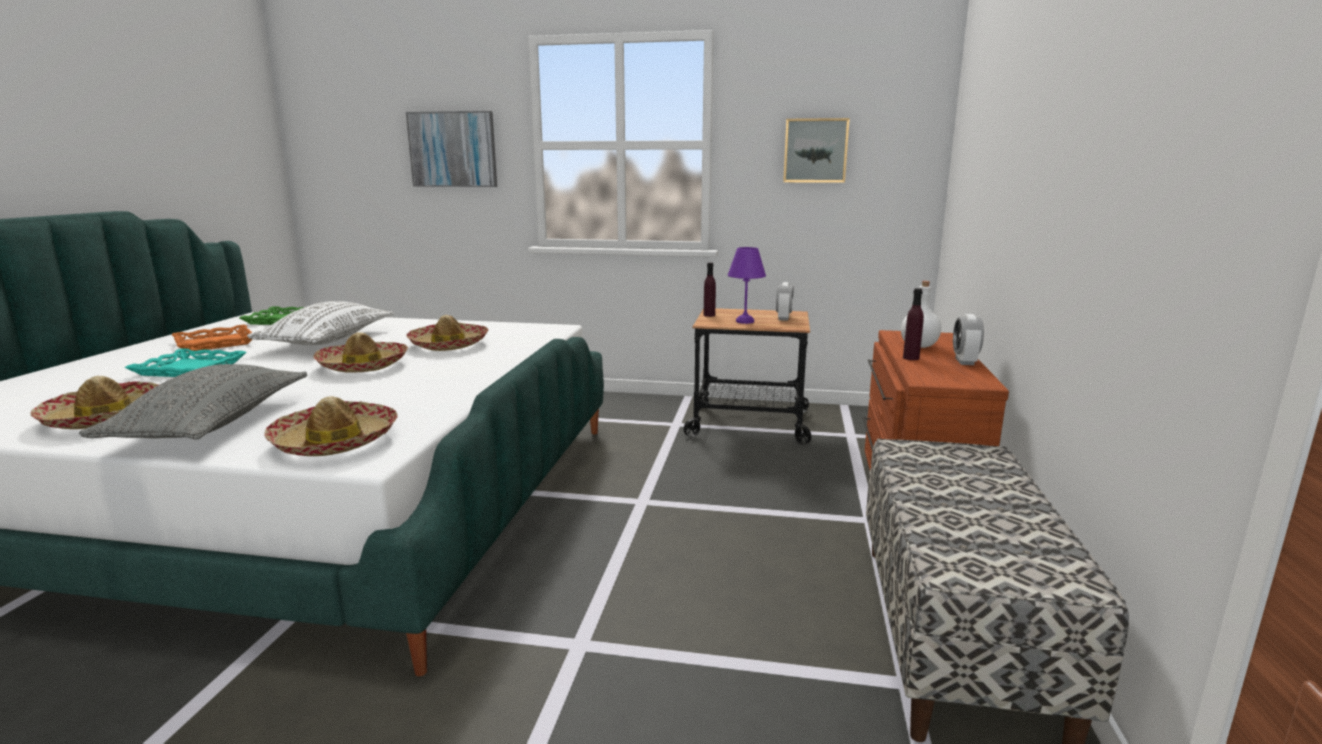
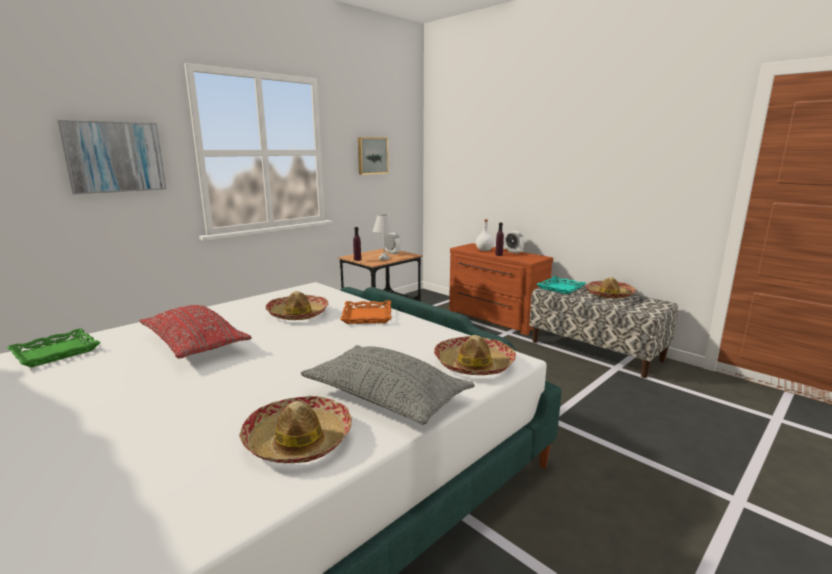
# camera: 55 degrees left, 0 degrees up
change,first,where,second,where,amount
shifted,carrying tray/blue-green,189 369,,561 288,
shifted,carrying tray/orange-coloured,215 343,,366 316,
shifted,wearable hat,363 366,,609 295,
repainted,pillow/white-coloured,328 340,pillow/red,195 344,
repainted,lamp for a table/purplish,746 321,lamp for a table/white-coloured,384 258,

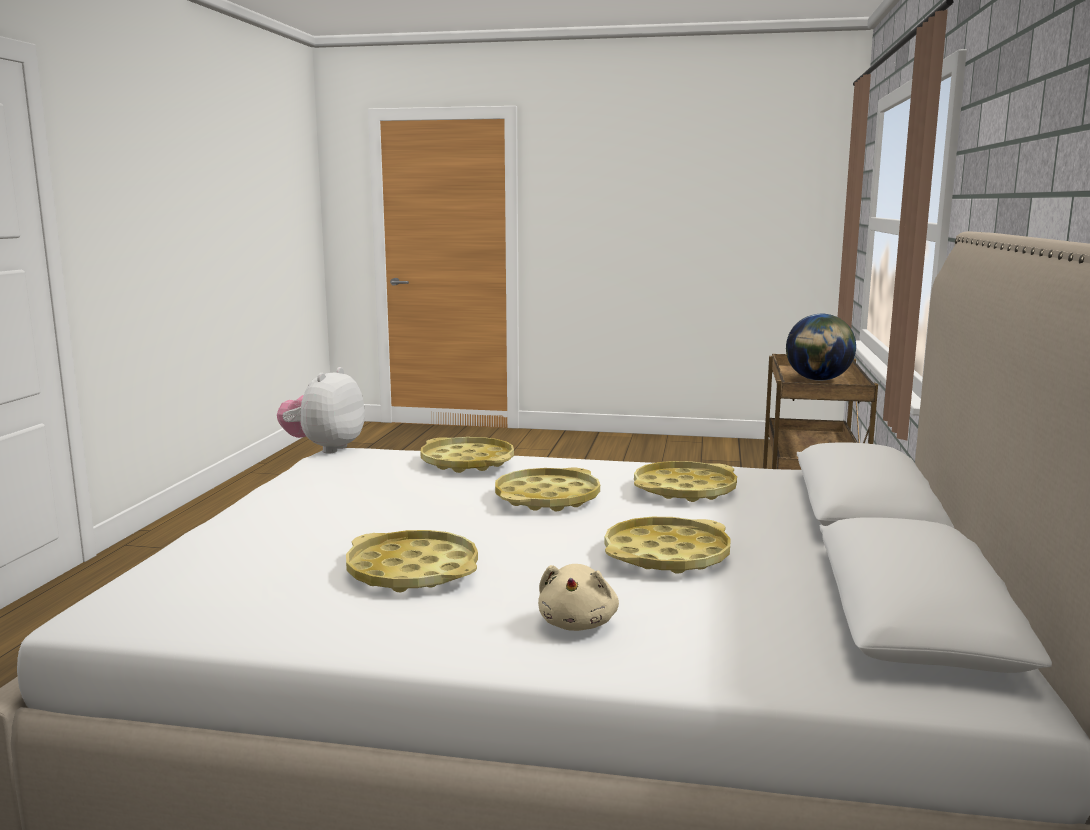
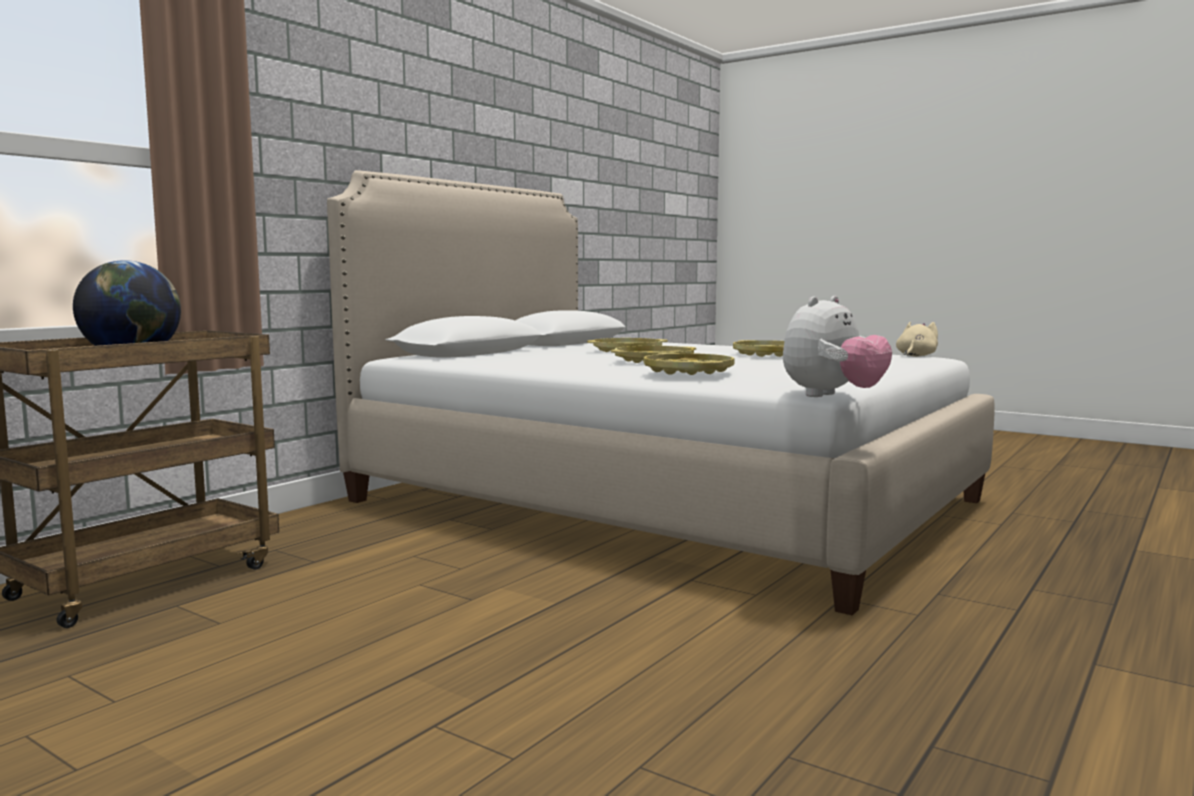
# camera: 155 degrees left, 5 degrees down
change,first,where,second,where,amount
gone,carrying tray/yellow,684 490,,,
shifted,plush toy/beige-coloured,578 623,,915 356,

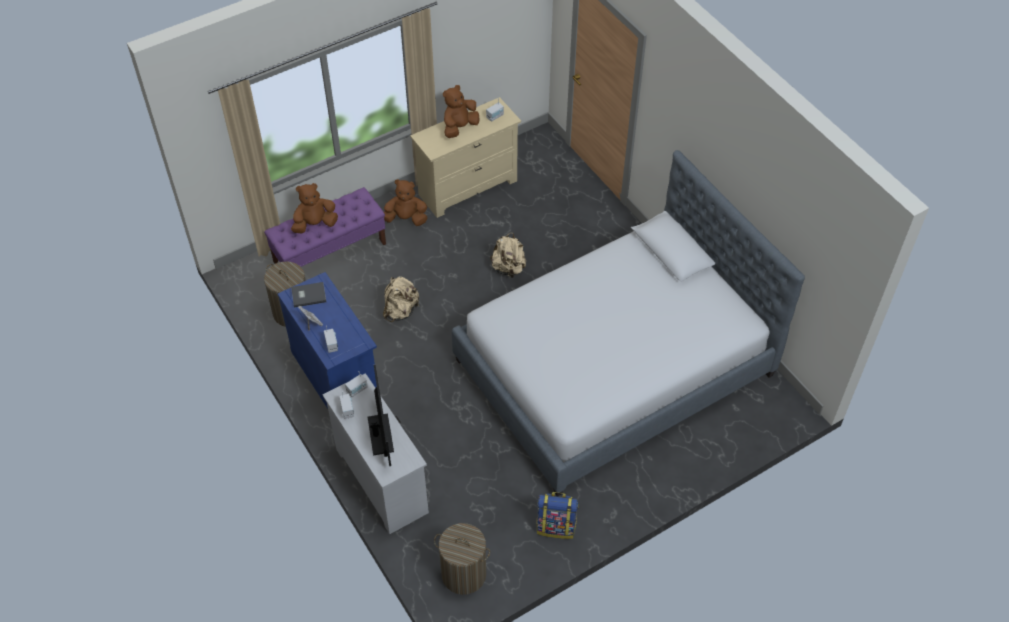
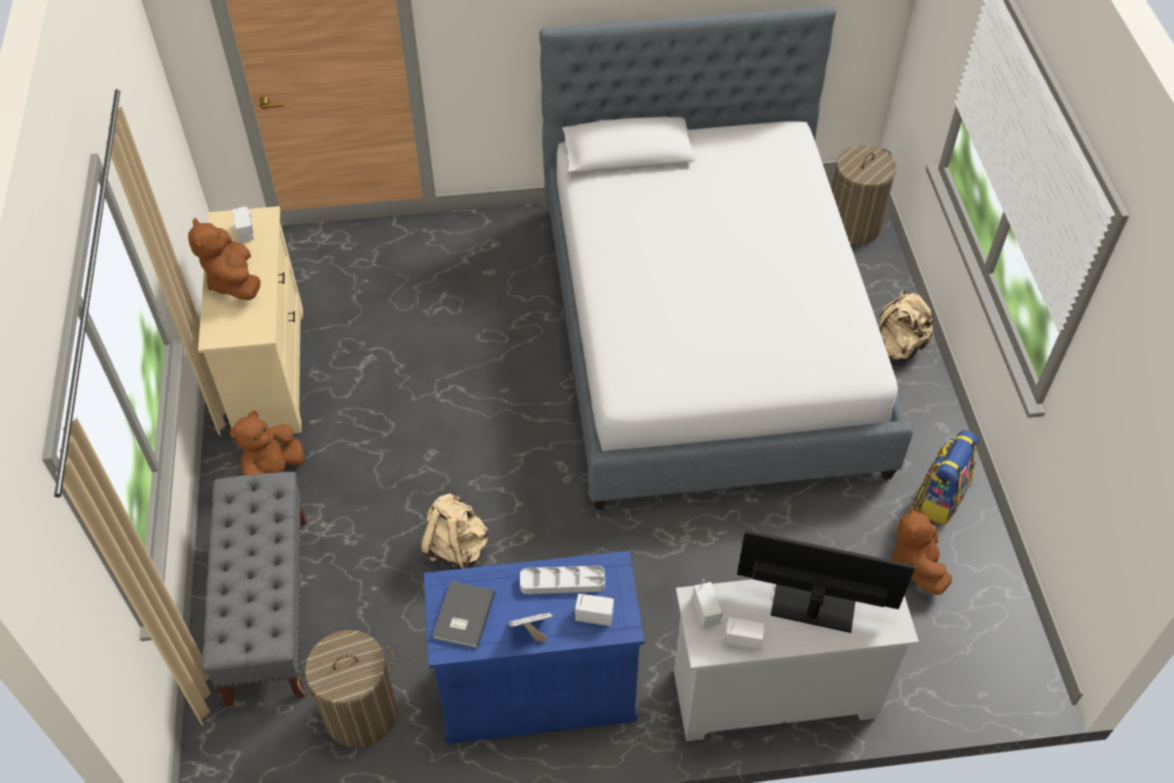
# camera: 65 degrees left, 0 degrees up
change,first,where,second,where,amount
new,,,carrying tray/greyish,562 582,
shifted,plush toy/brown,315 224,,915 563,
shifted,washing basket,463 574,,852 226,
shifted,rucksack/beige-coloured,508 268,,895 348,
repainted,long seat/purplish,330 252,long seat/greyish,268 608,

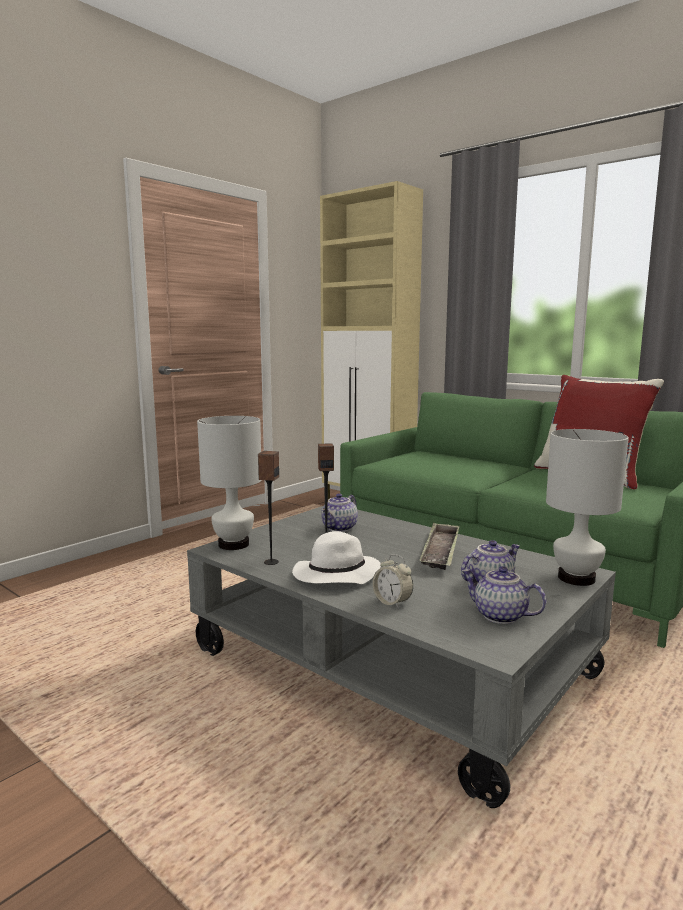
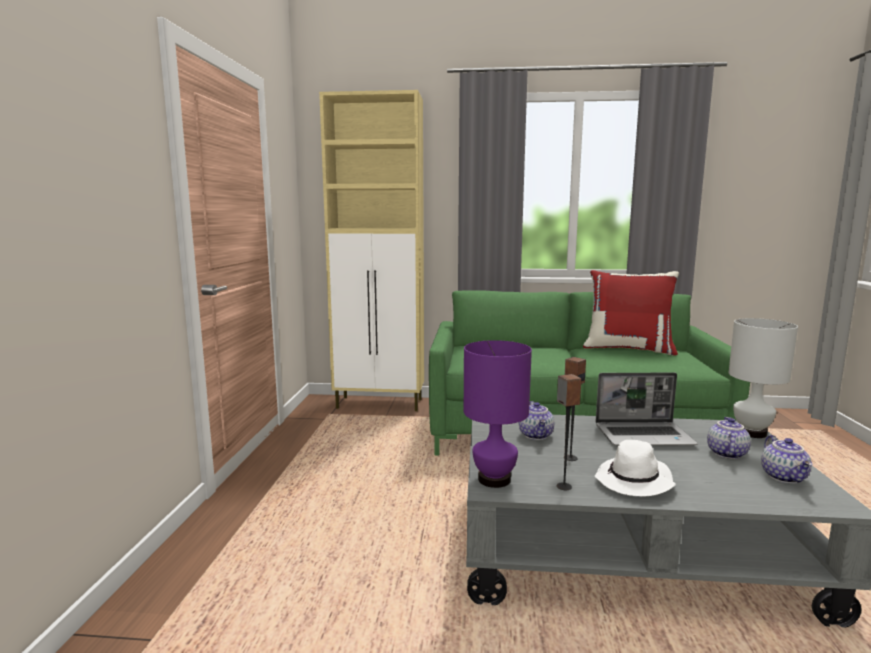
# camera: 35 degrees left, 0 degrees up
change,first,where,second,where,amount
gone,table clock,392 602,,,
swapped,carrying tray,440 551,portable computer,644 435,
repainted,lamp for a table/white-coloured,233 545,lamp for a table/purplish,494 480,
rotated,tea pot,499 616,,785 477,90 degrees counterclockwise

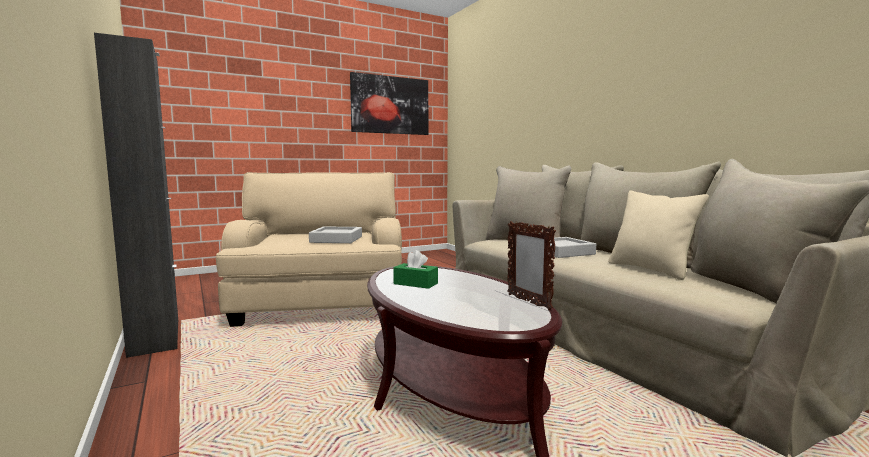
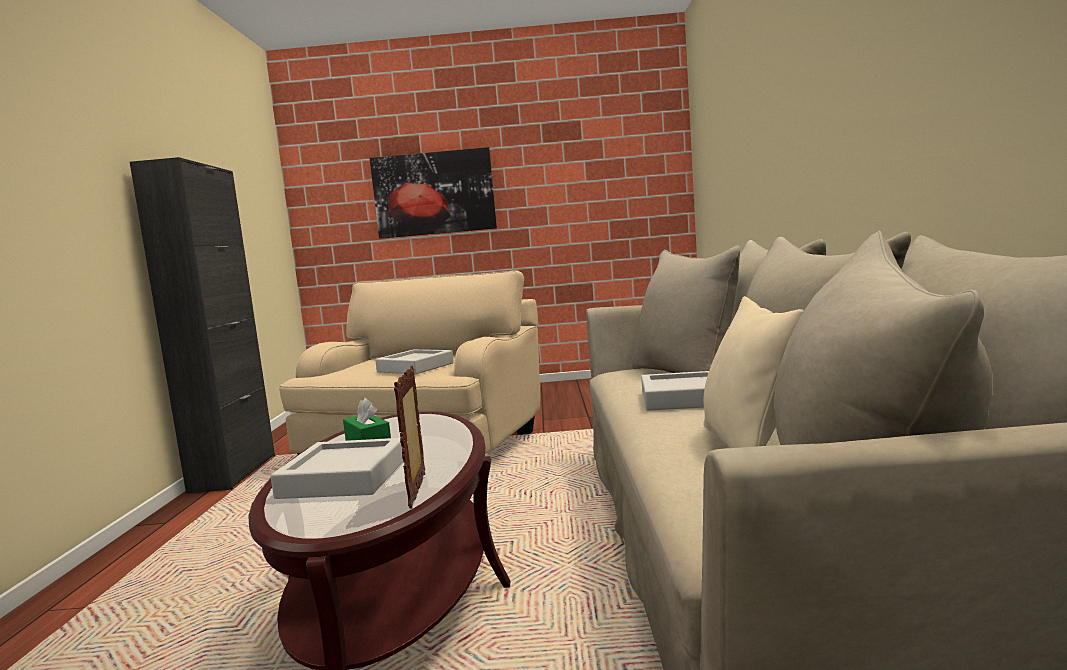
# camera: 30 degrees right, 0 degrees up
change,first,where,second,where,amount
new,,,carrying tray/greyish,344 478,
shifted,picture,390 105,,434 193,

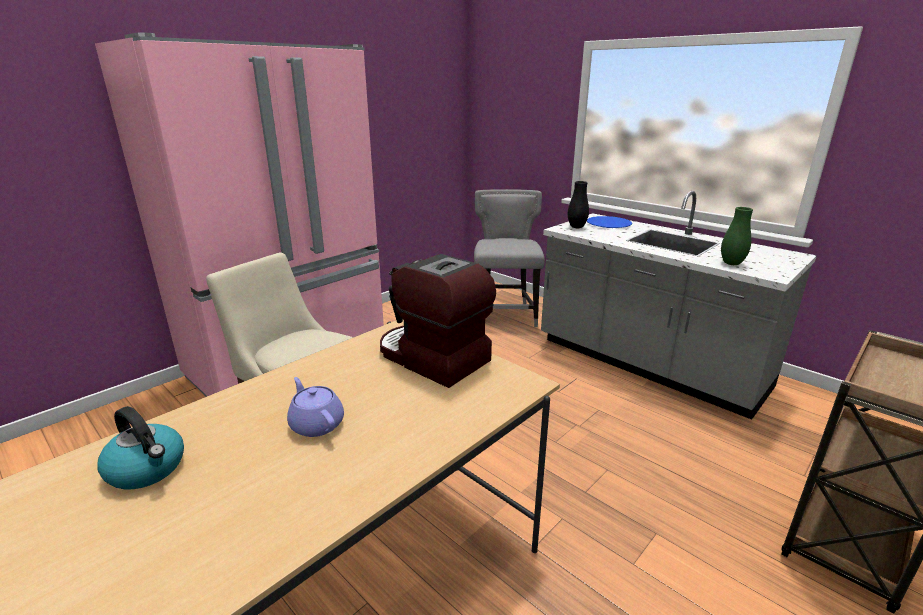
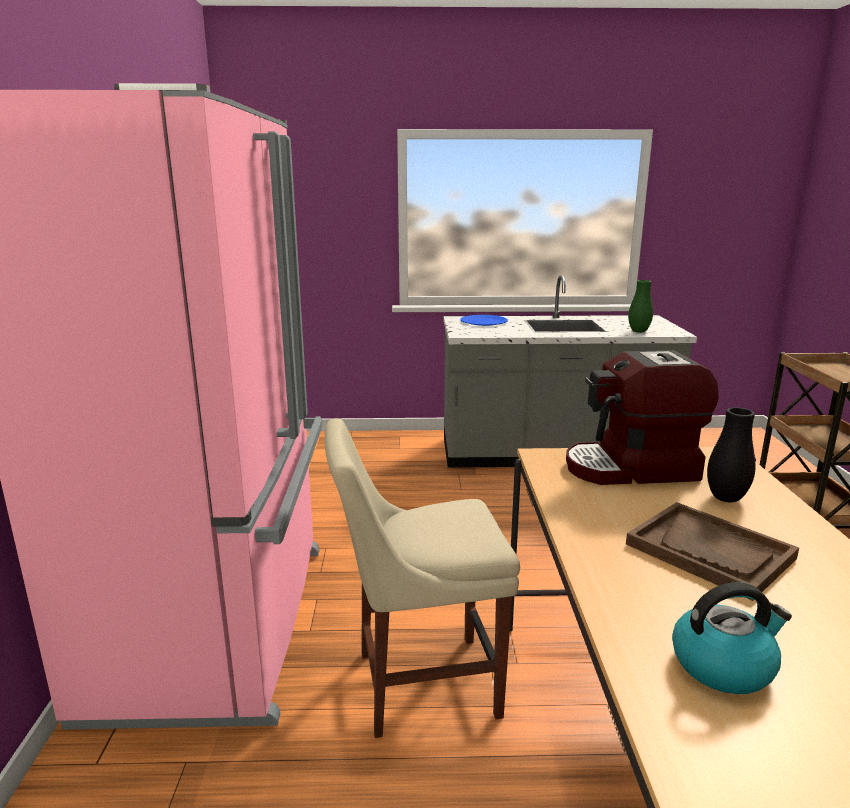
# camera: 45 degrees left, 5 degrees down
change,first,where,second,where,amount
gone,upright chair/greyish,505 314,,,
shifted,vase/black,576 227,,726 498,
swapped,tea pot/purplish,316 424,carrying tray/brown,710 551,

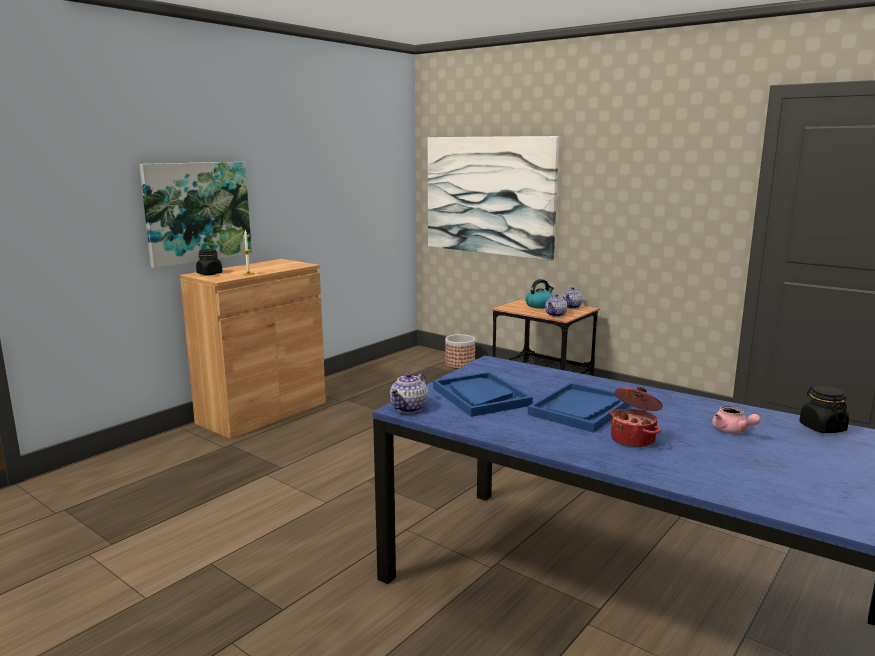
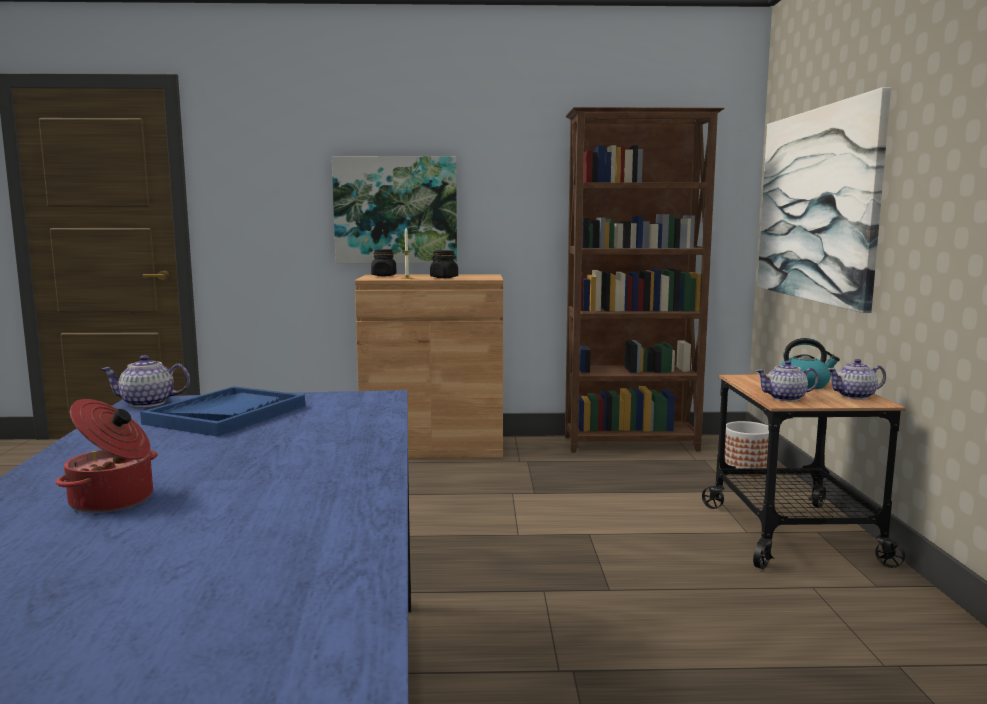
# camera: 50 degrees right, 5 degrees down
change,first,where,second,where,amount
gone,carrying tray/blue-coloured,581 409,,,
gone,tea pot/pinkish,732 431,,,
new,,,bookcase/brown,632 444,
shifted,storage jar/black,822 428,,444 277,

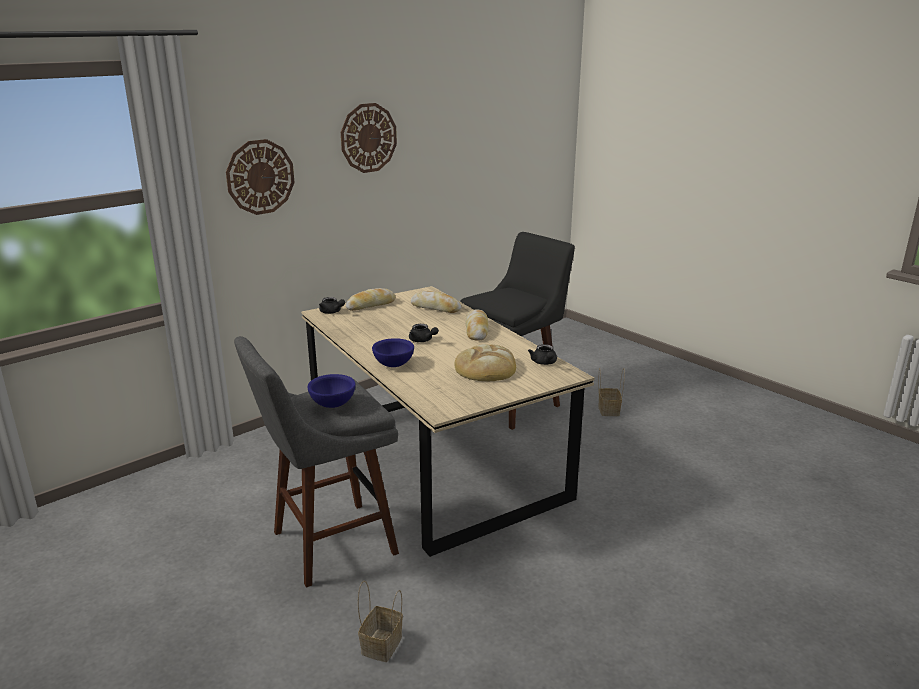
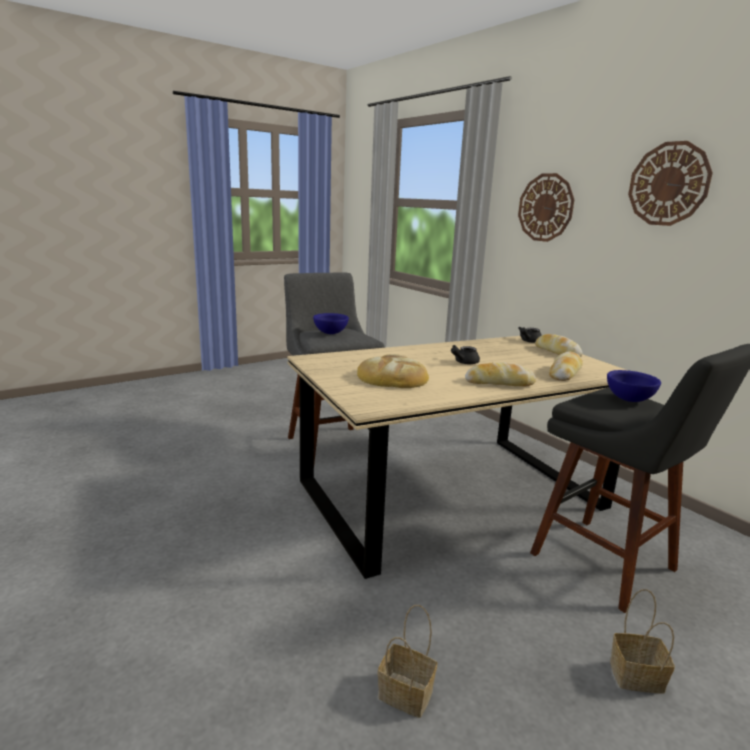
# camera: 95 degrees right, 5 degrees down
change,first,where,second,where,amount
gone,tea pot/black,544 363,,,
shifted,basket,382 646,,403 694,
shifted,deep dish/blue-coloured,393 364,,629 399,

